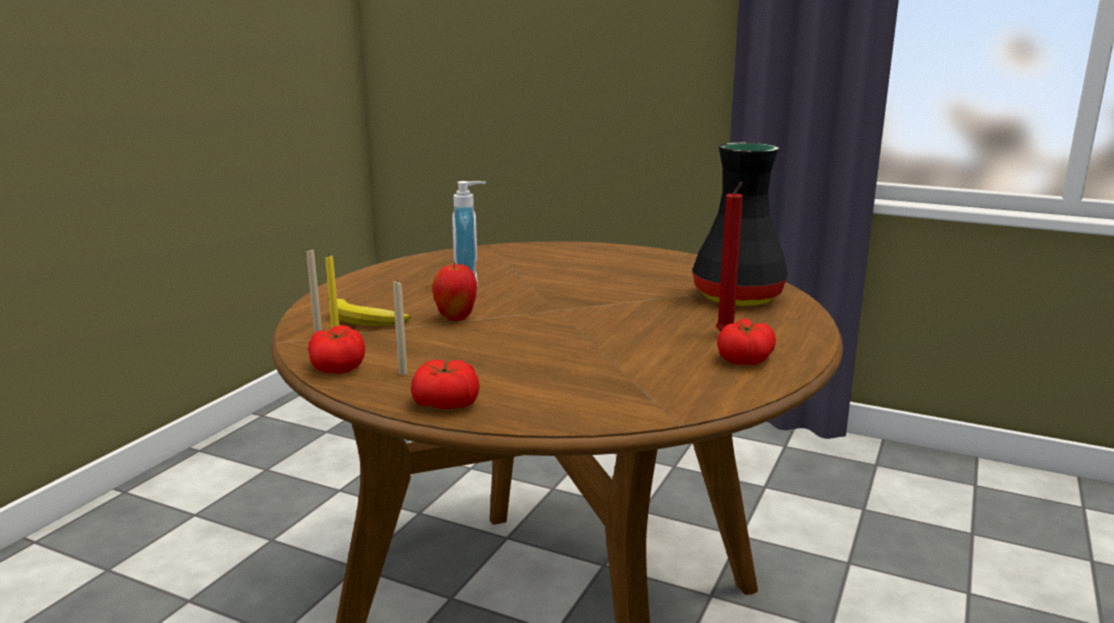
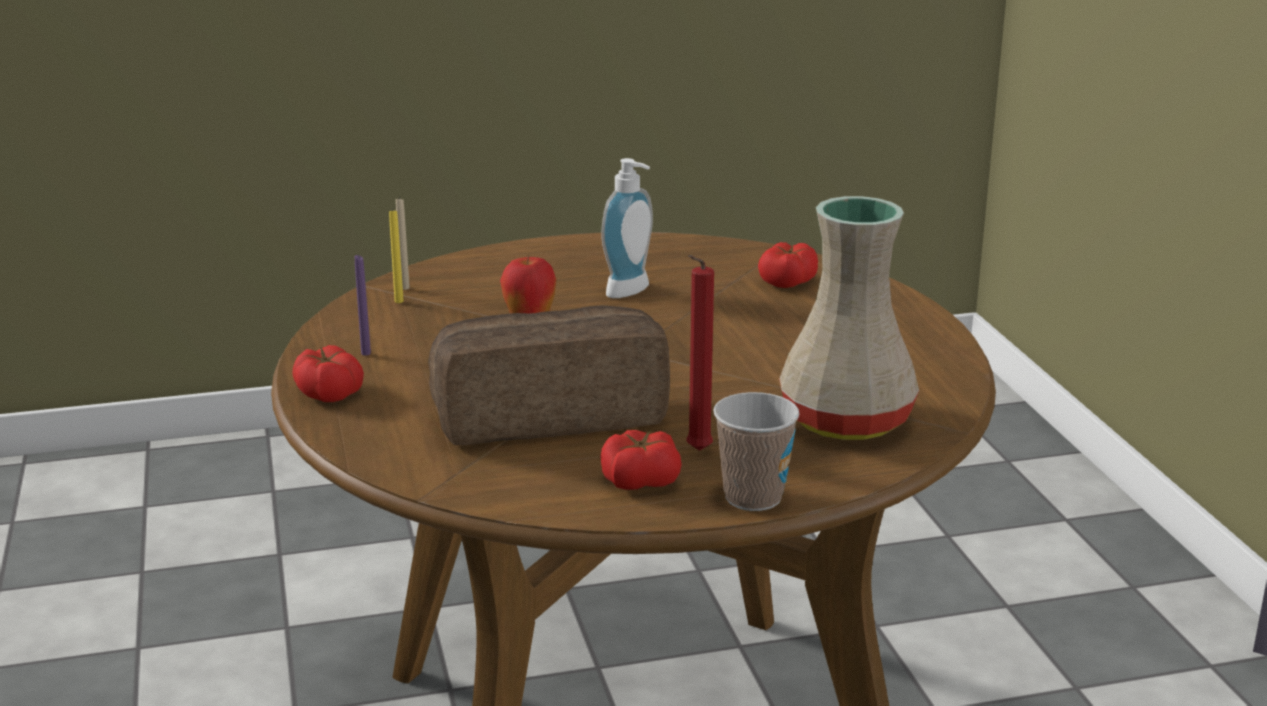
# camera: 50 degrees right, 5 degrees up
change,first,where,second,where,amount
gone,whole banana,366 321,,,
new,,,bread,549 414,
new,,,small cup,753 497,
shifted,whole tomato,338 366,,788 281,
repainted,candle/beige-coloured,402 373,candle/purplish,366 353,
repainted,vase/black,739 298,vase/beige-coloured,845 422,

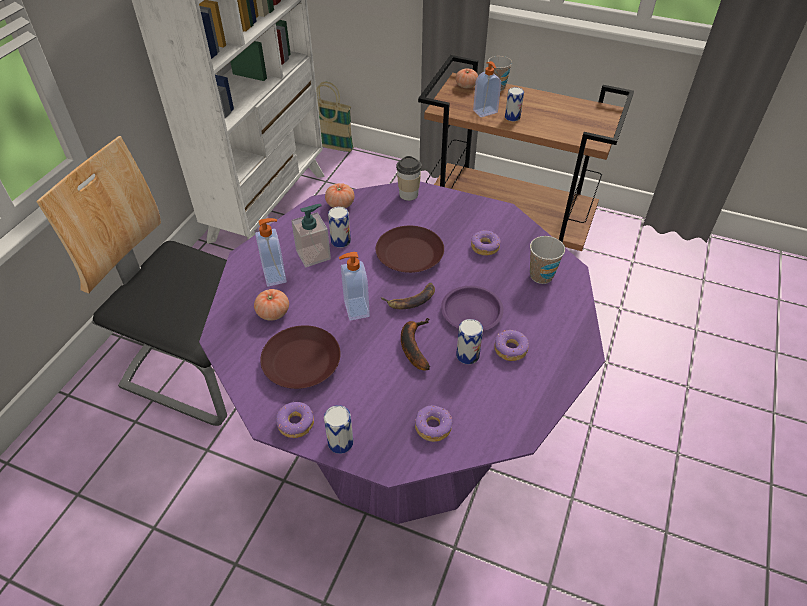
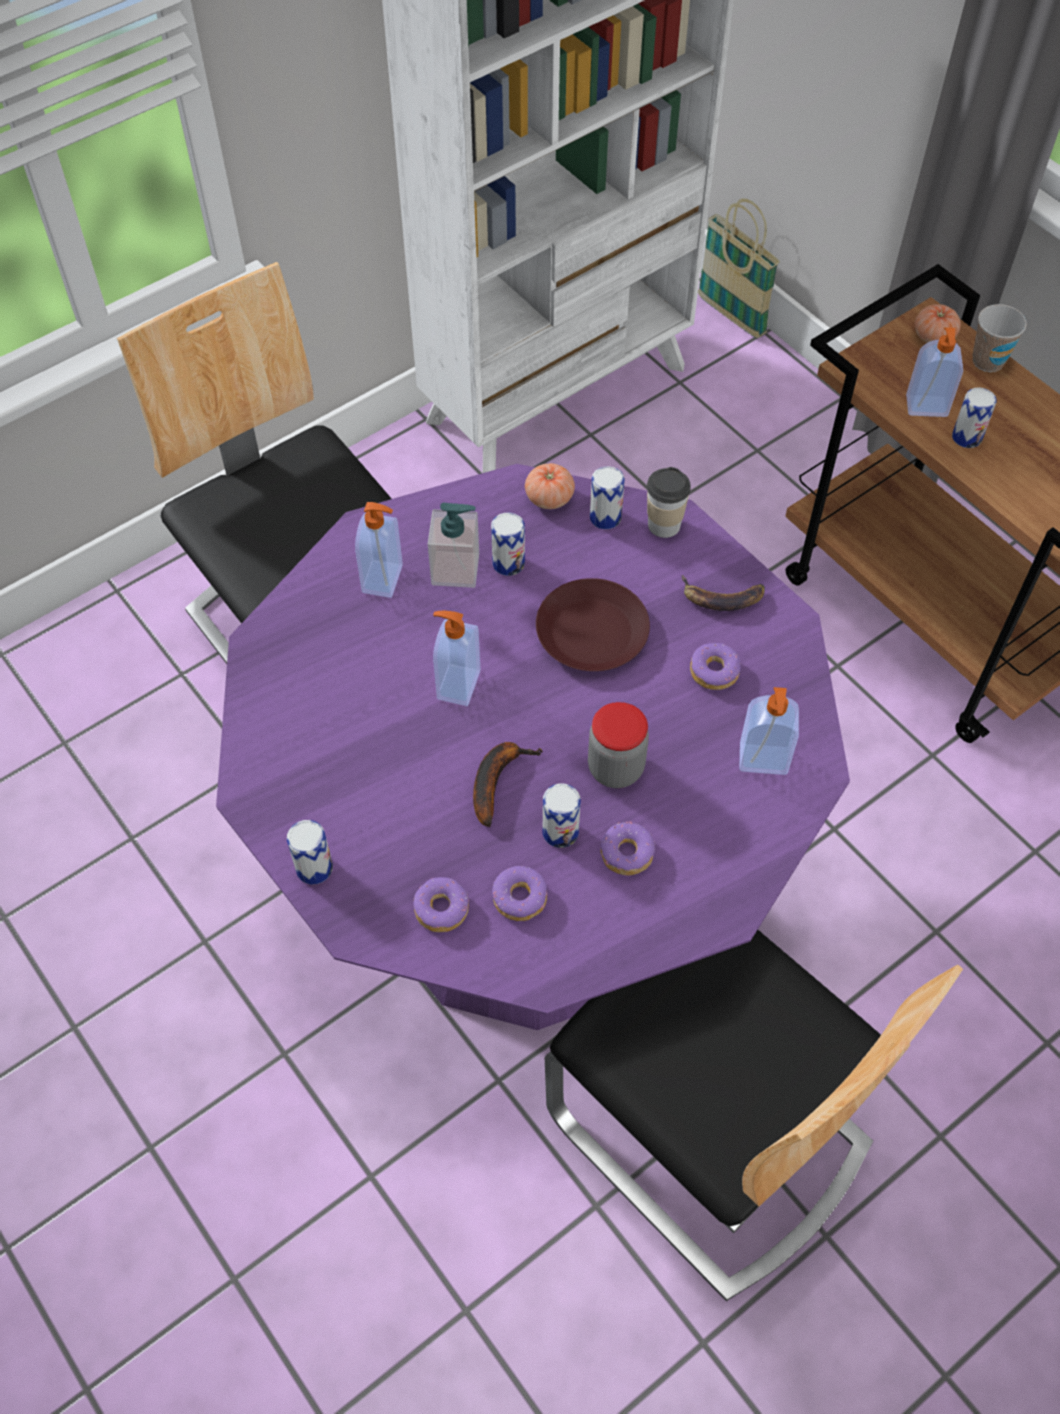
# camera: 30 degrees right, 10 degrees up
change,first,where,second,where,amount
gone,whole tomato,273 313,,,
gone,dinner plate/brown,302 363,,,
new,,,upright chair,709 1133,
new,,,sealed can,605 517,
shifted,doughnut,296 423,,520 898,
shifted,whole banana,411 299,,722 597,
swapped,dinner plate/purplish,472 311,storage jar,615 768,
swapped,small cup,541 276,liquid soap bottle,763 761,

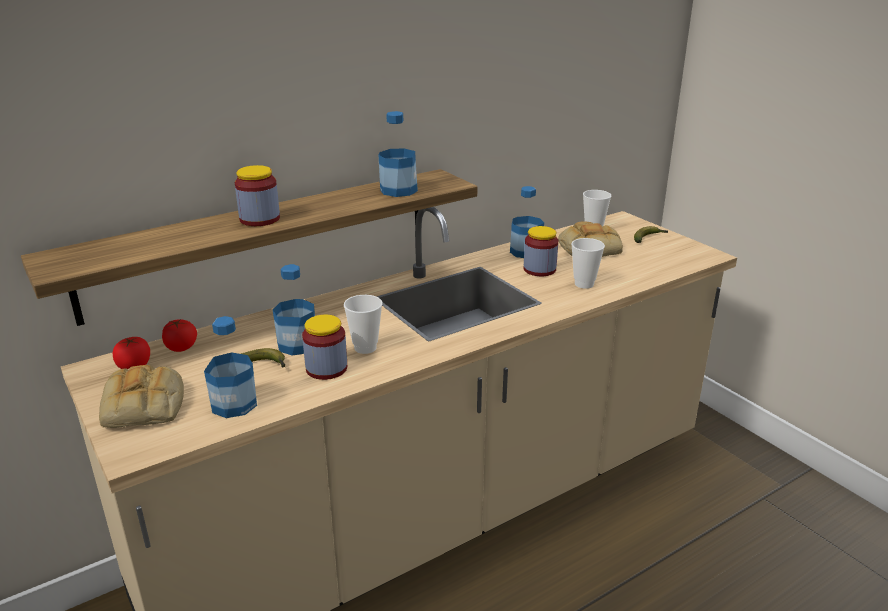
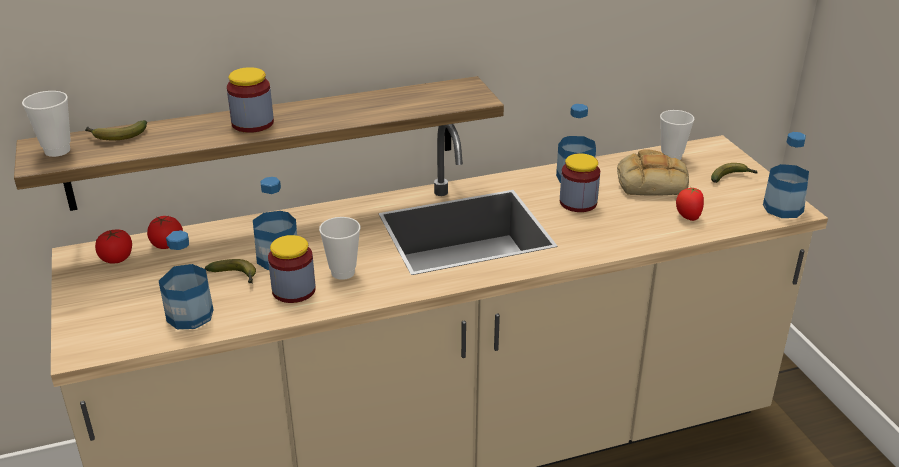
# camera: 15 degrees right, 5 degrees up
change,first,where,second,where,amount
gone,bread,145 406,,,
new,,,whole banana,116 136,
new,,,whole tomato,687 217,
shifted,beverage bottle,398 190,,783 208,
shifted,small cup,584 284,,57 150,

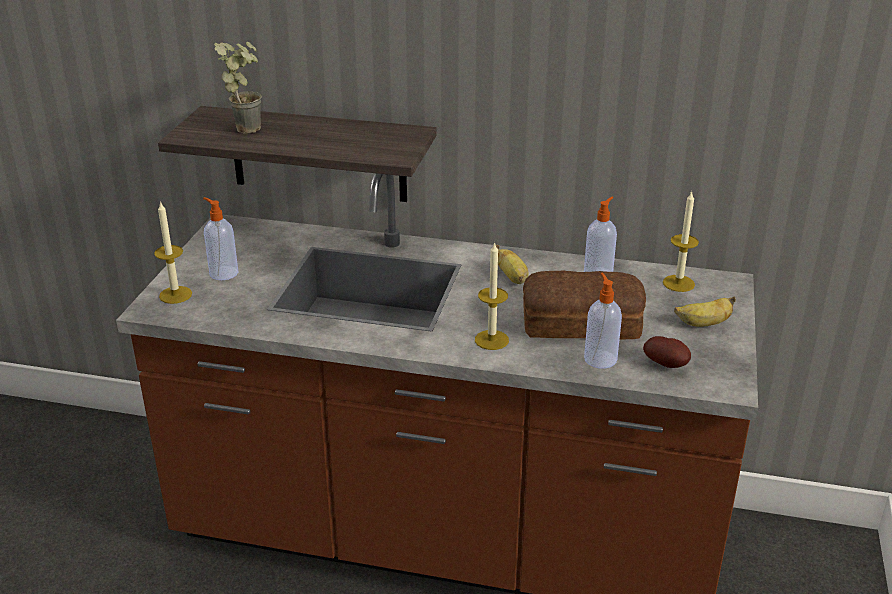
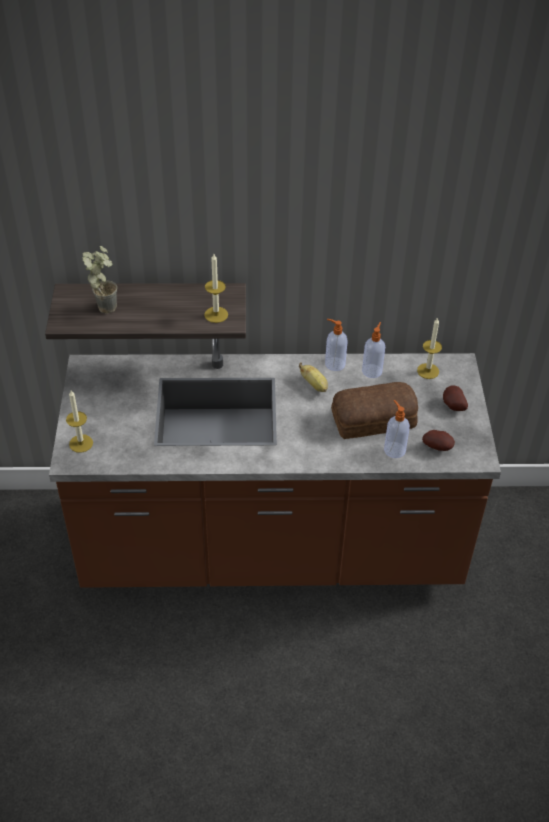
# camera: 15 degrees left, 15 degrees up
change,first,where,second,where,amount
shifted,liquid soap bottle,223 273,,334 364,
shifted,candle,491 340,,216 314,
swapped,whole banana,703 324,spud,452 406,

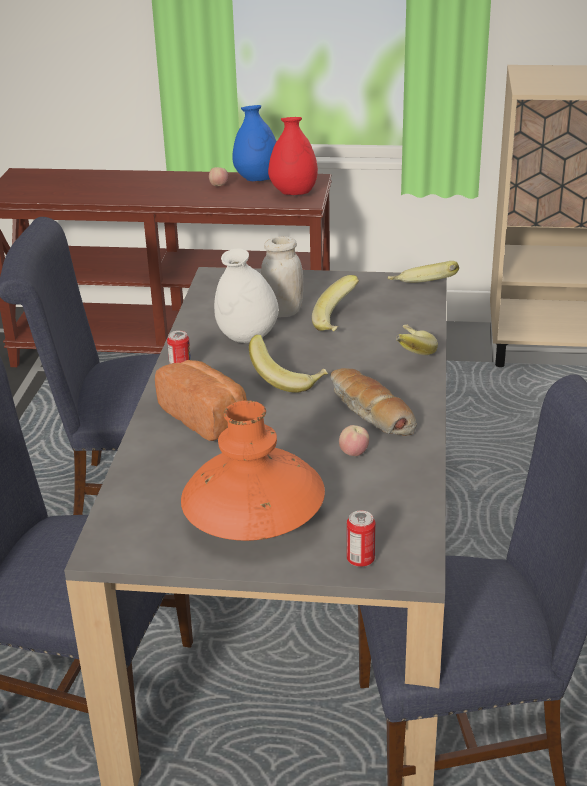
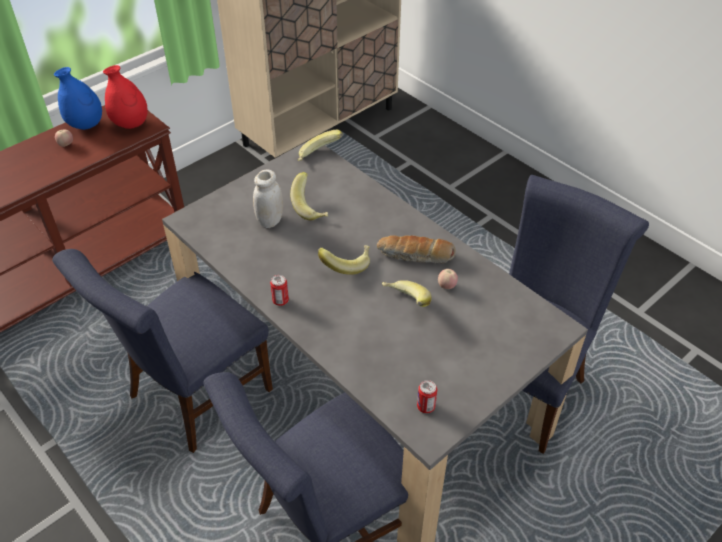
# camera: 50 degrees left, 15 degrees up
change,first,where,second,where,amount
gone,bread,207 417,,,
gone,vase/orange-coloured,254 516,,,
gone,vase/white-coloured,247 338,,,
shifted,sealed can,360 560,,426 406,
shifted,whole banana,409 354,,405 303,

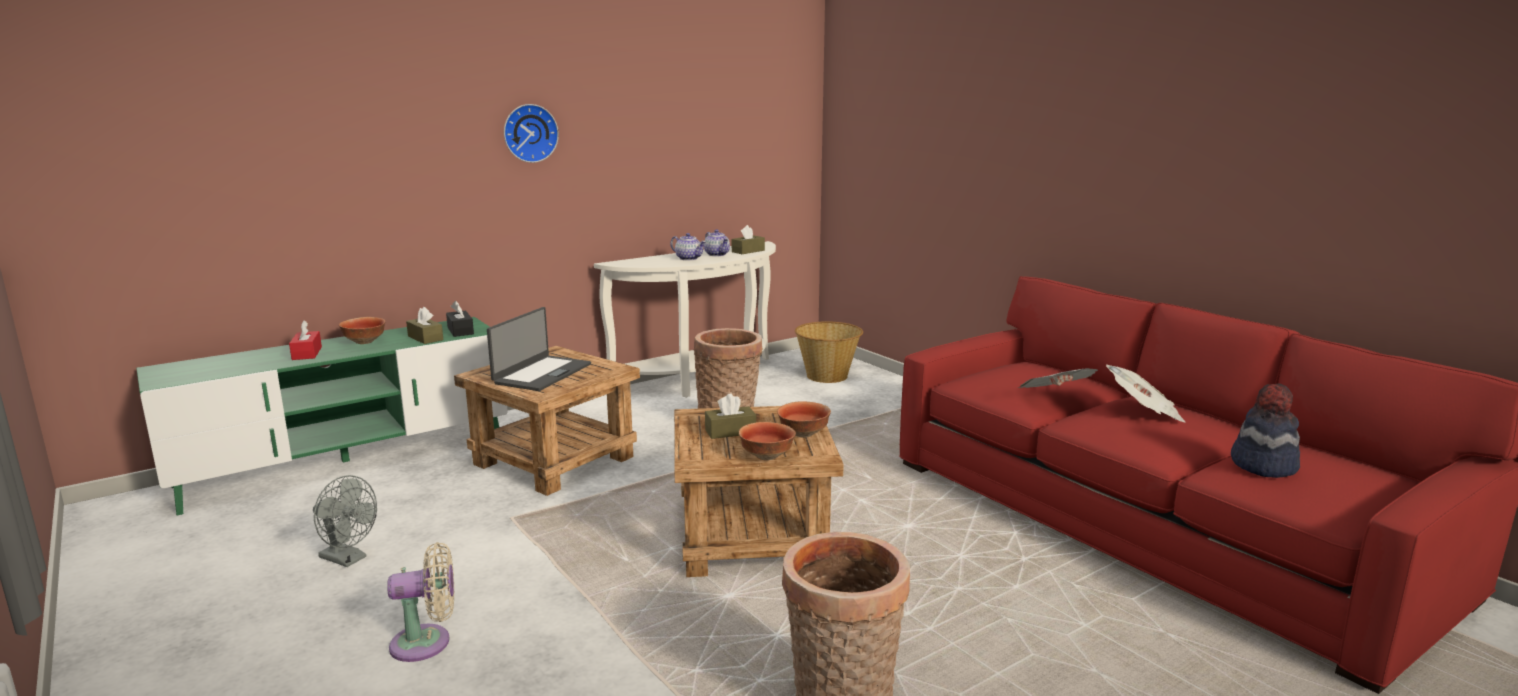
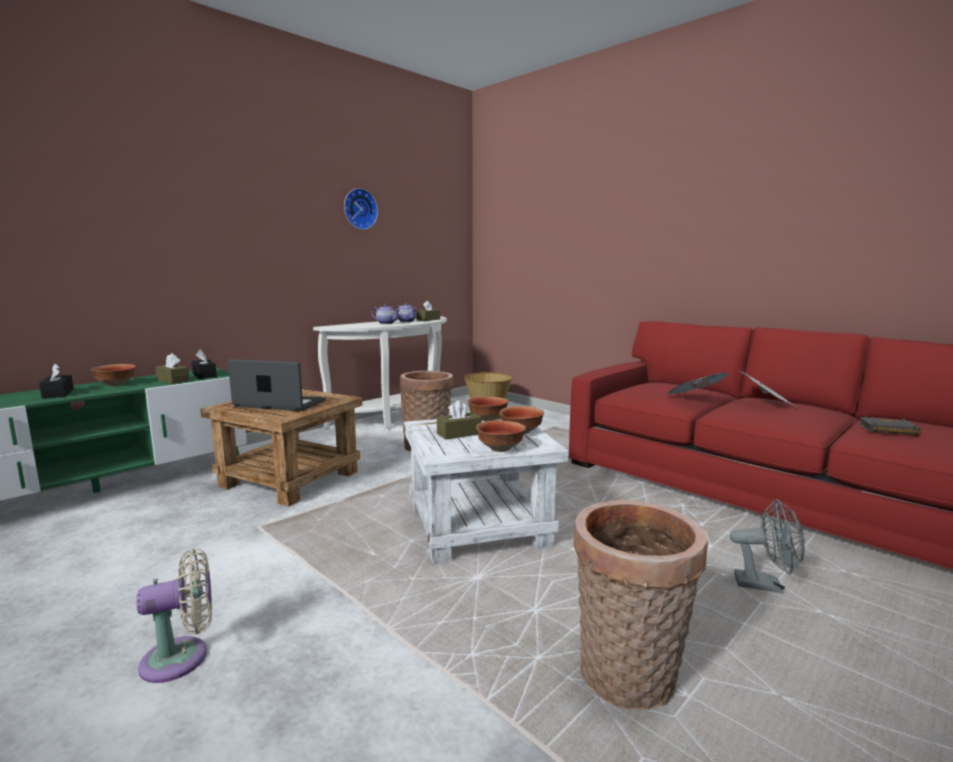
# camera: 10 degrees left, 5 degrees down
change,first,where,second,where,amount
new,,,deep dish,487 419,
shifted,electric fan/greyish,348 559,,766 585,
shifted,hanging clock,529 133,,359 209,
swapped,wearable hat,1262 465,book/black,887 431,
repainted,tissue box/red,307 353,tissue box/black,58 393,
repainted,end table/brown,753 538,end table/white-coloured,479 526,
rotated,portable computer,541 374,,279 404,90 degrees counterclockwise

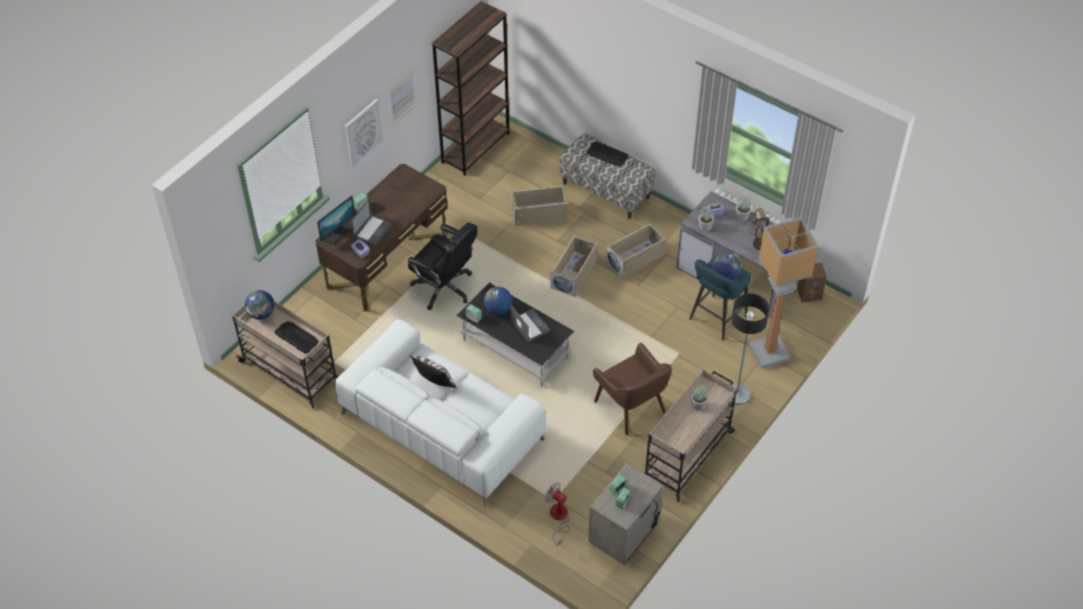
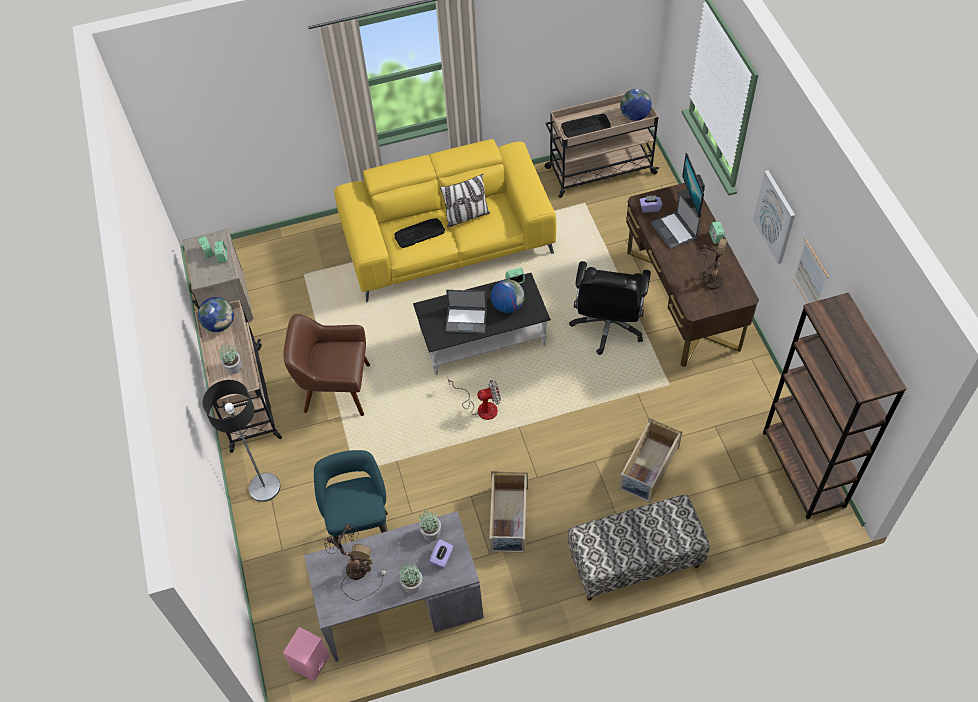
# camera: 130 degrees right, 5 degrees up
change,first,where,second,where,amount
gone,storage container/beige-coloured,574 273,,,
gone,standard lamp,769 352,,,
new,,,lamp for a table,711 283,
shifted,electric fan,559 518,,481 407,
shifted,computer keyboard,607 154,,419 233,
shifted,desk globe,725 276,,220 324,
repainted,settee/white-coloured,441 427,settee/yellow,448 240,
repainted,loudspeaker/brown,809 293,loudspeaker/pinkish,311 664,
rotated,desk chair/black,444 288,,608 326,60 degrees counterclockwise

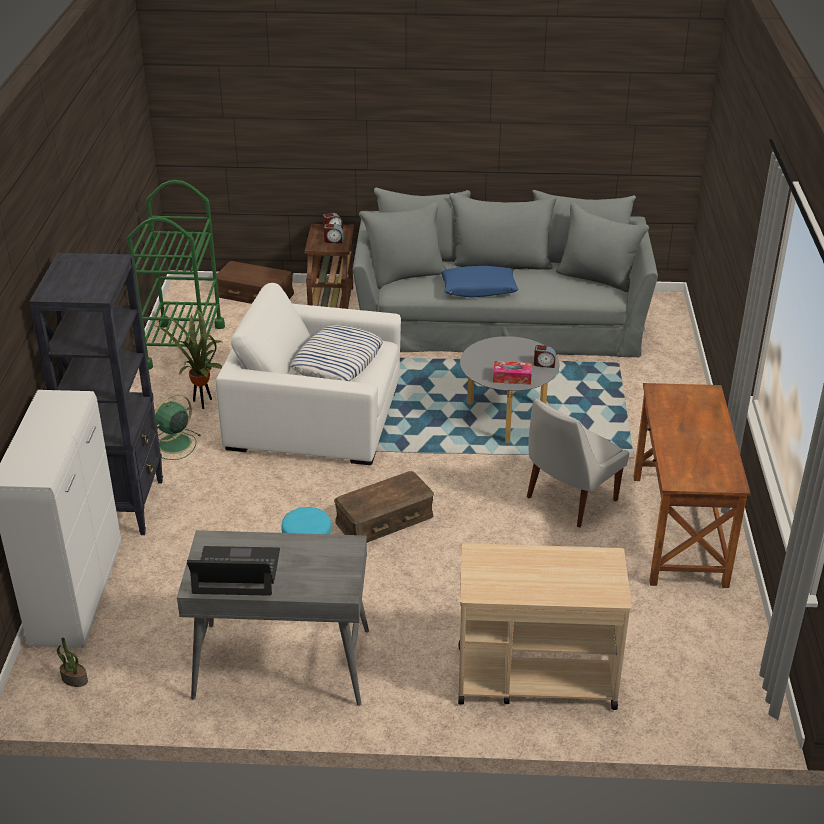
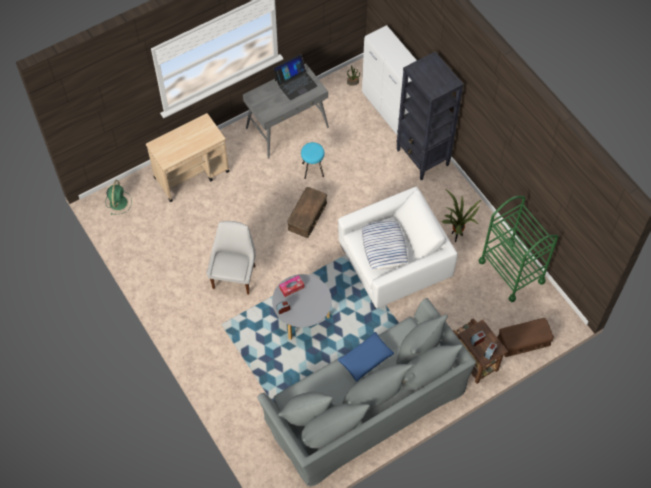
# camera: 145 degrees right, 25 degrees up
change,first,where,second,where,amount
gone,desk unit/brown,679 530,,,
shifted,electric fan/green,173 444,,118 202,

